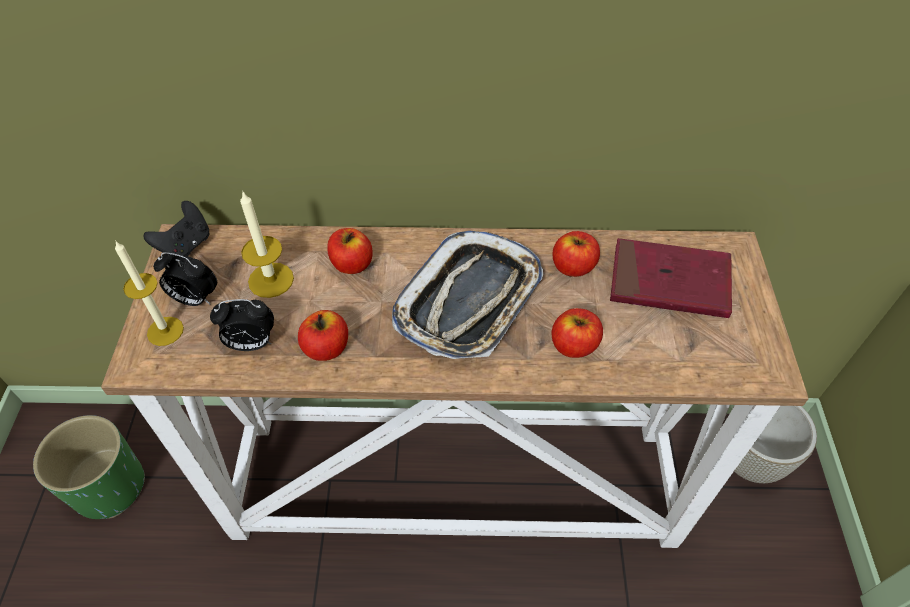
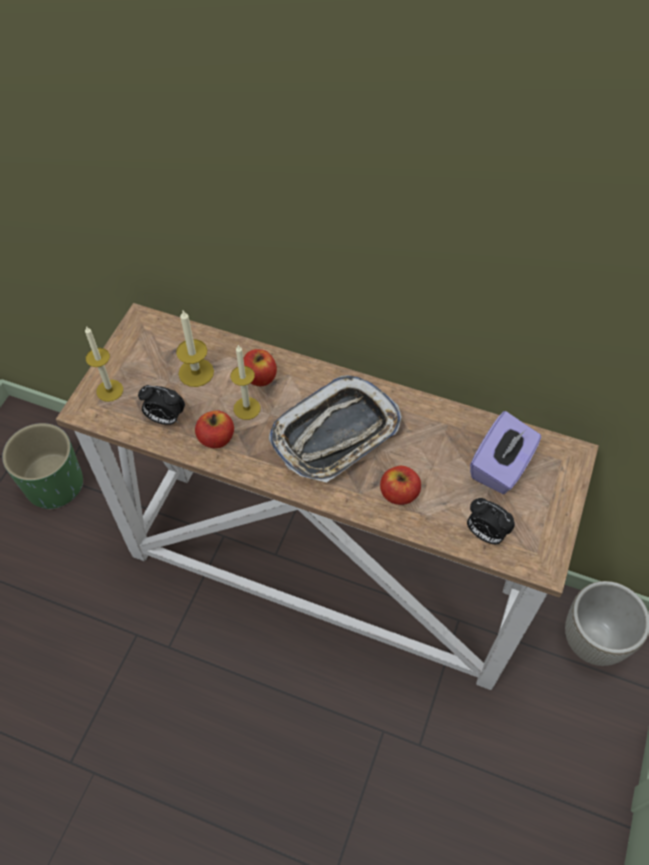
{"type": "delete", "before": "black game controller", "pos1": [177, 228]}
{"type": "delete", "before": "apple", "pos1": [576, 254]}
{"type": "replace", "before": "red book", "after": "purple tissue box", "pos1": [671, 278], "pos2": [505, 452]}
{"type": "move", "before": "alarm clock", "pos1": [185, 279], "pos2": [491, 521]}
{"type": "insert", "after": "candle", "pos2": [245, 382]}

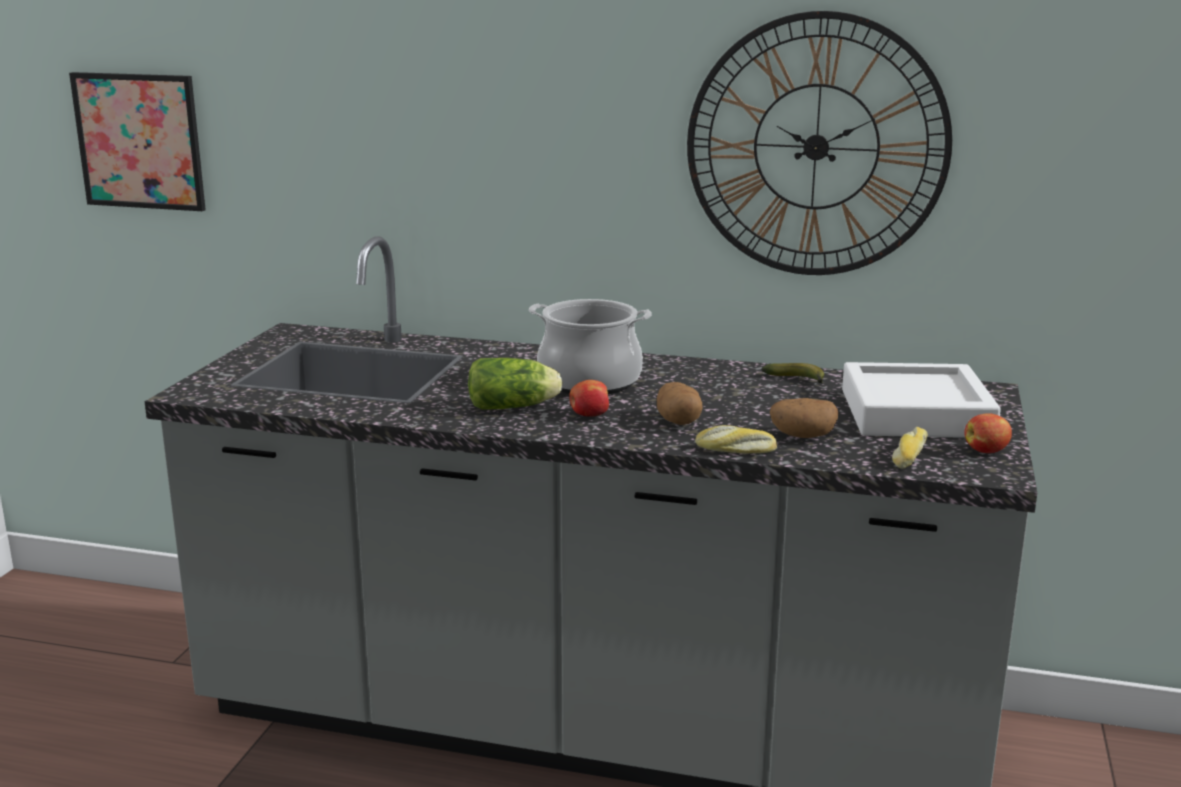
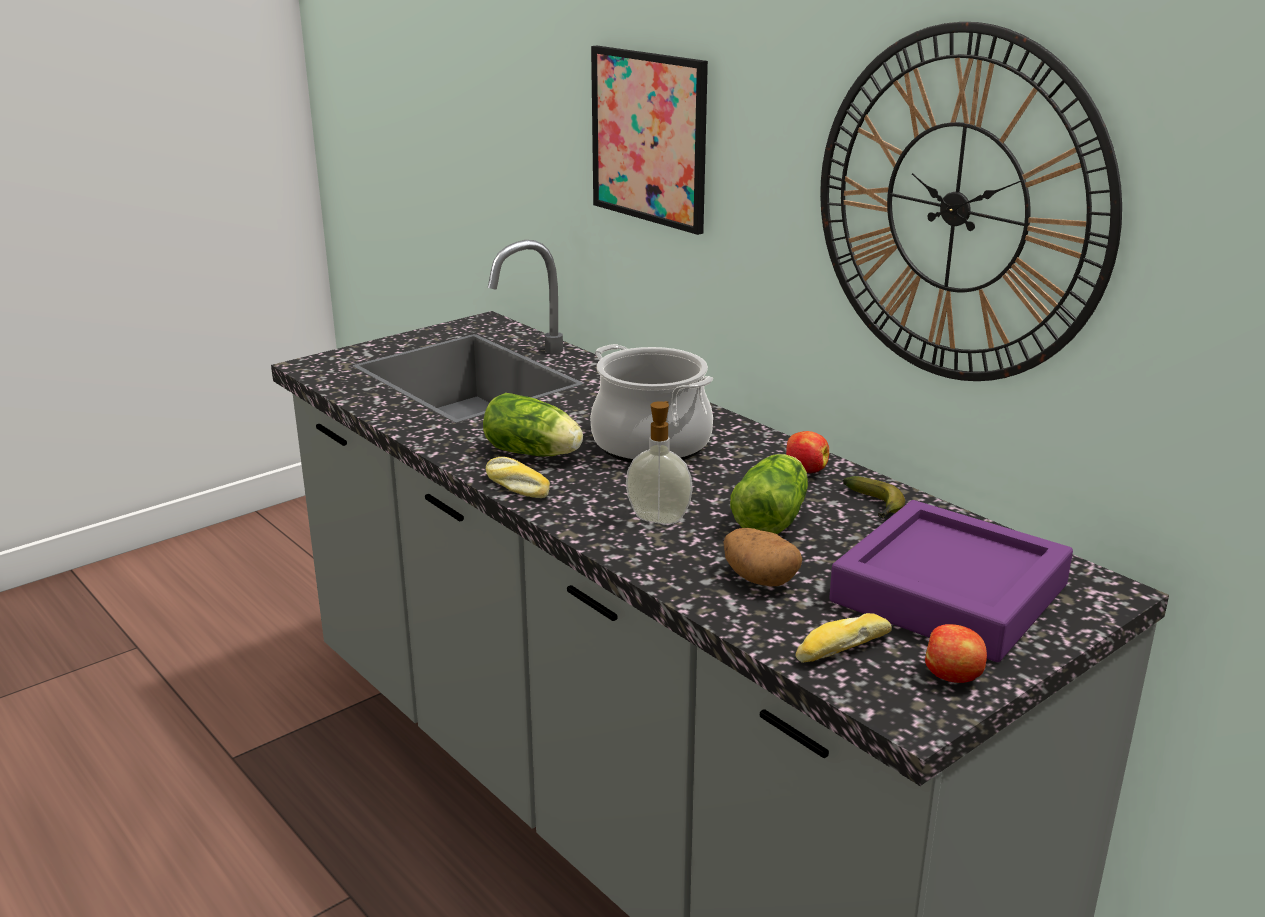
{"type": "move", "before": "picture", "pos1": [137, 141], "pos2": [649, 140]}
{"type": "recolor", "before": "white tray", "after": "purple tray", "pos1": [921, 400], "pos2": [951, 581]}
{"type": "move", "before": "apple", "pos1": [589, 398], "pos2": [807, 452]}
{"type": "replace", "before": "potato", "after": "soap dispenser", "pos1": [679, 403], "pos2": [659, 462]}
{"type": "move", "before": "bread", "pos1": [736, 439], "pos2": [518, 477]}
{"type": "insert", "after": "lettuce", "pos2": [769, 494]}

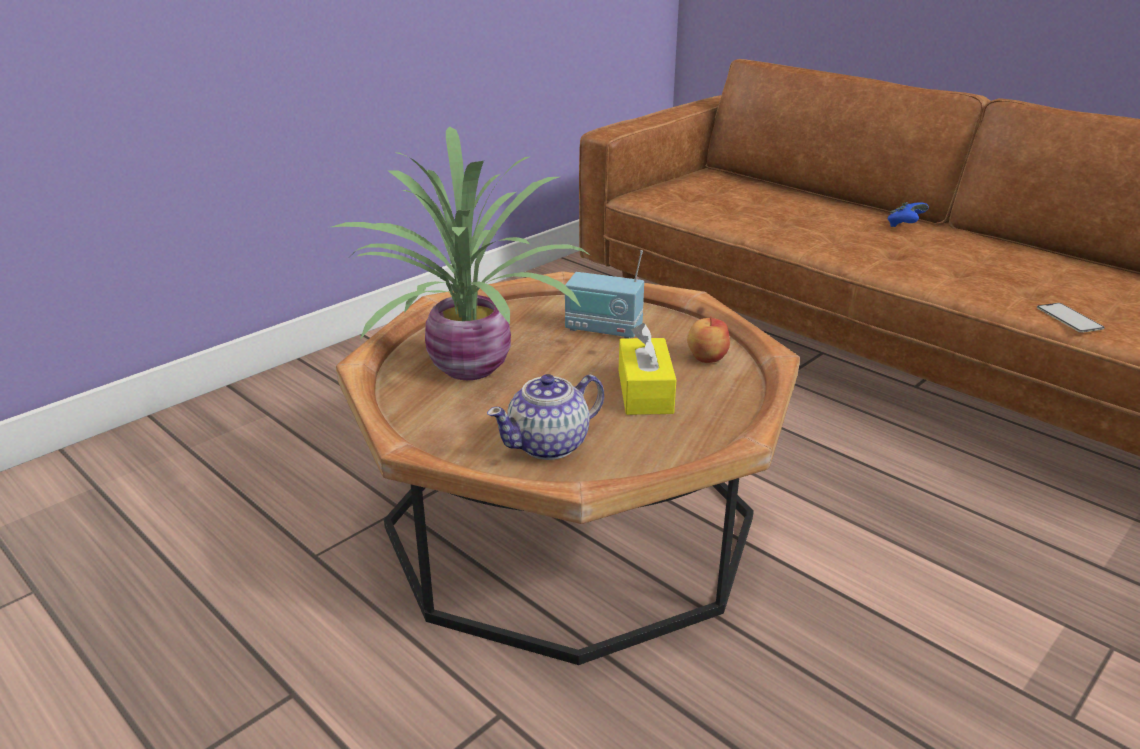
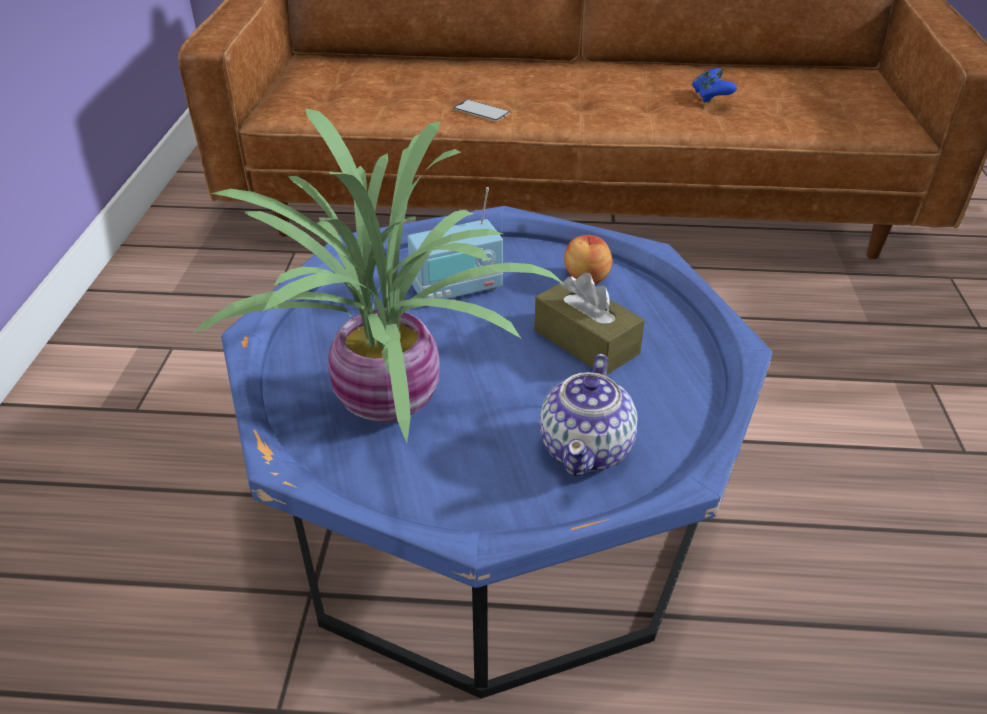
{"type": "move", "before": "blue game controller", "pos1": [908, 214], "pos2": [714, 85]}
{"type": "recolor", "before": "brown coffee table", "after": "blue coffee table", "pos1": [568, 468], "pos2": [497, 452]}
{"type": "move", "before": "phone", "pos1": [1071, 318], "pos2": [482, 110]}
{"type": "recolor", "before": "yellow tissue box", "after": "brown tissue box", "pos1": [647, 369], "pos2": [589, 323]}

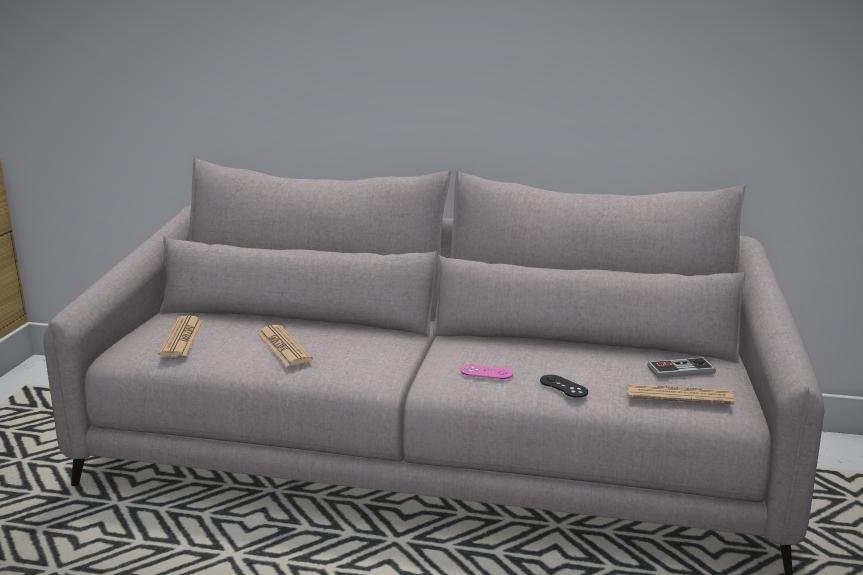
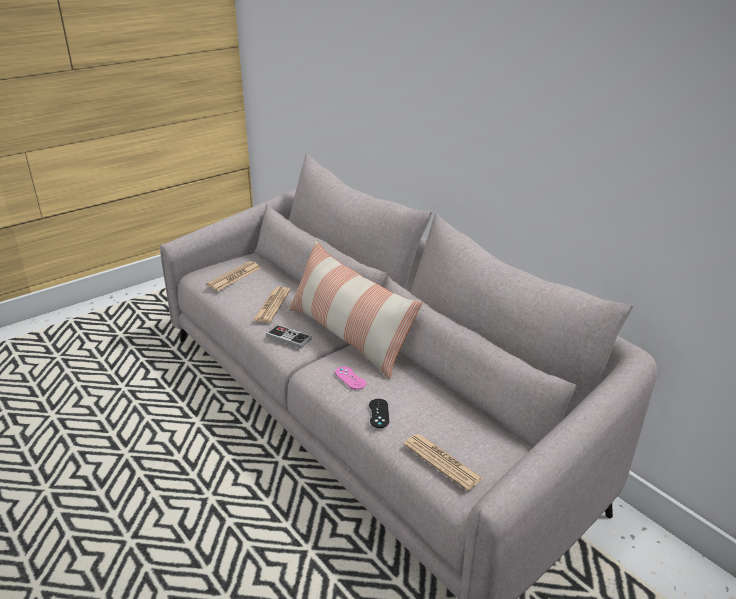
{"type": "move", "before": "game controller", "pos1": [681, 367], "pos2": [289, 336]}
{"type": "insert", "after": "pillow", "pos2": [355, 310]}

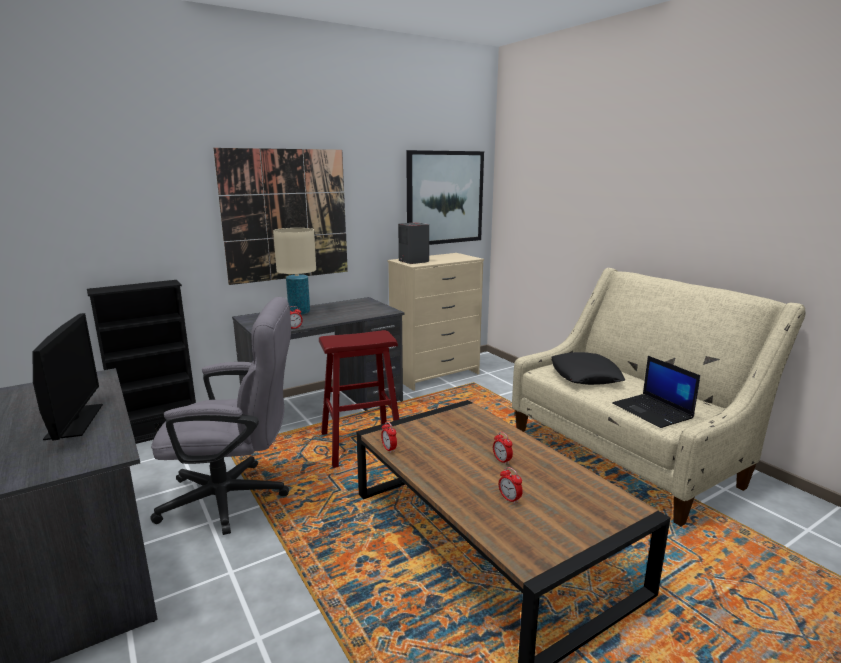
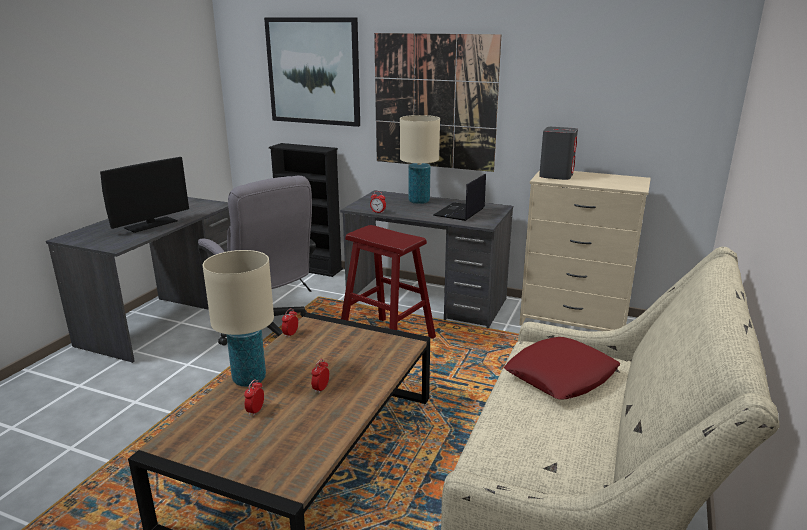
{"type": "move", "before": "picture", "pos1": [445, 197], "pos2": [312, 72]}
{"type": "recolor", "before": "black pillow", "after": "red pillow", "pos1": [588, 368], "pos2": [562, 368]}
{"type": "move", "before": "laptop", "pos1": [656, 392], "pos2": [459, 197]}
{"type": "insert", "after": "beige table lamp", "pos2": [238, 318]}

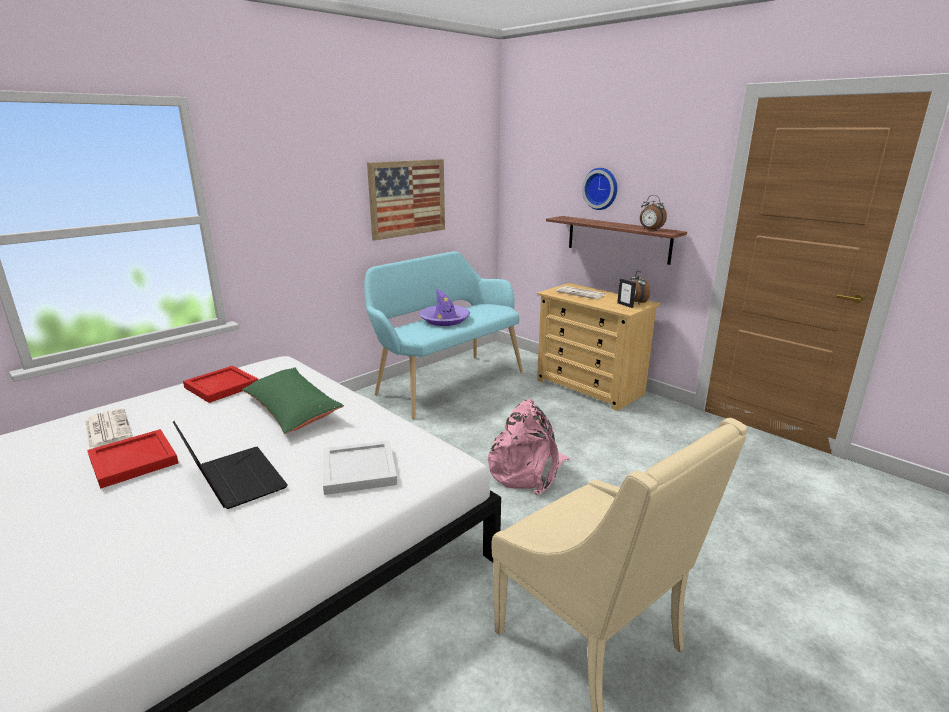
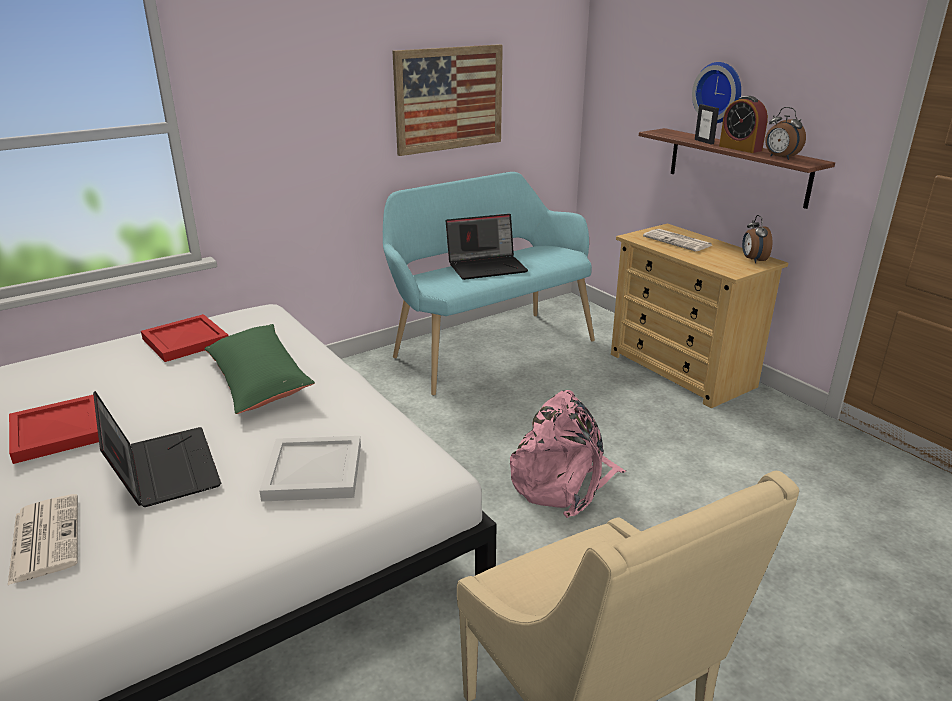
{"type": "move", "before": "picture frame", "pos1": [626, 293], "pos2": [707, 124]}
{"type": "replace", "before": "purple hat", "after": "laptop", "pos1": [444, 307], "pos2": [487, 247]}
{"type": "move", "before": "newspaper", "pos1": [109, 428], "pos2": [43, 539]}
{"type": "insert", "after": "alarm clock", "pos2": [743, 124]}

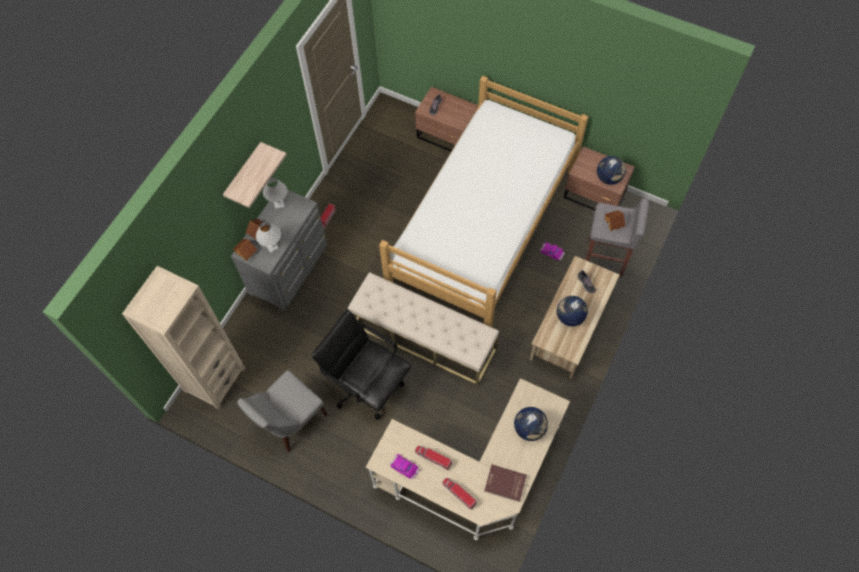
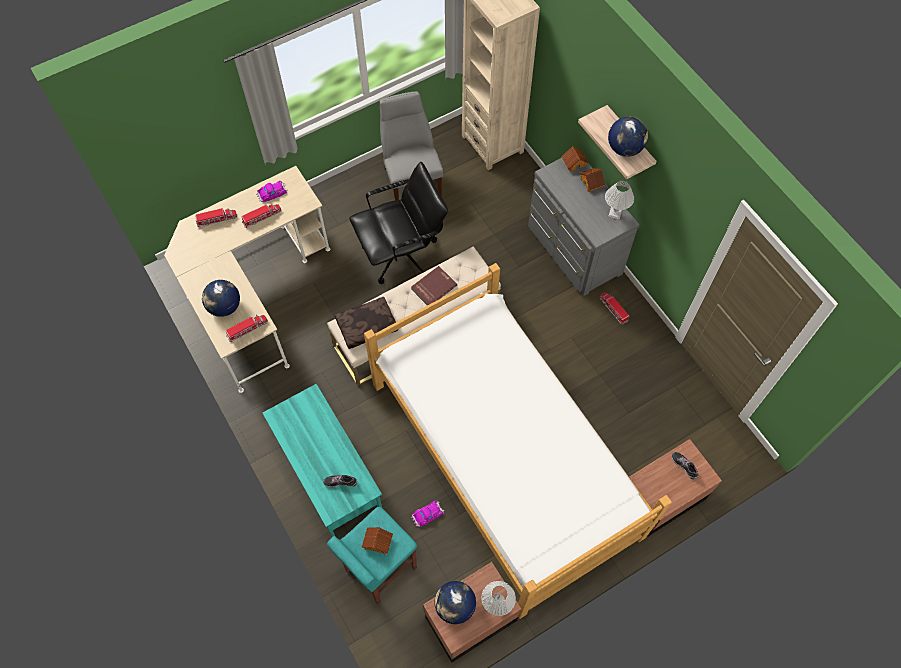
{"type": "recolor", "before": "grey stool", "after": "turquoise stool", "pos1": [617, 237], "pos2": [372, 556]}
{"type": "move", "before": "white table lamp", "pos1": [268, 237], "pos2": [499, 598]}
{"type": "recolor", "before": "beige coffee table", "after": "turquoise coffee table", "pos1": [574, 317], "pos2": [322, 460]}
{"type": "move", "before": "globe", "pos1": [572, 311], "pos2": [628, 137]}
{"type": "move", "before": "red book", "pos1": [505, 483], "pos2": [434, 286]}
{"type": "insert", "after": "brown pillow", "pos2": [367, 323]}
{"type": "insert", "after": "toy truck", "pos2": [246, 328]}

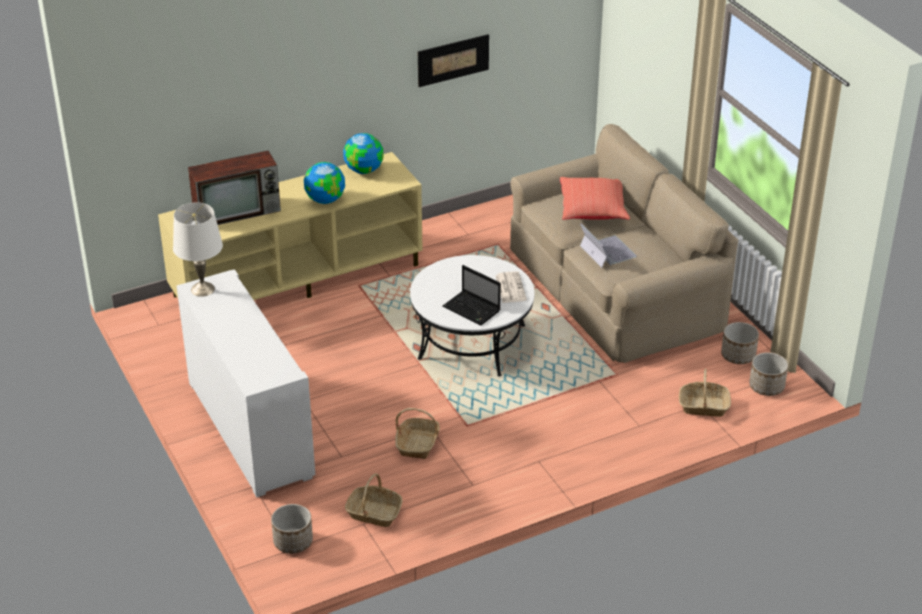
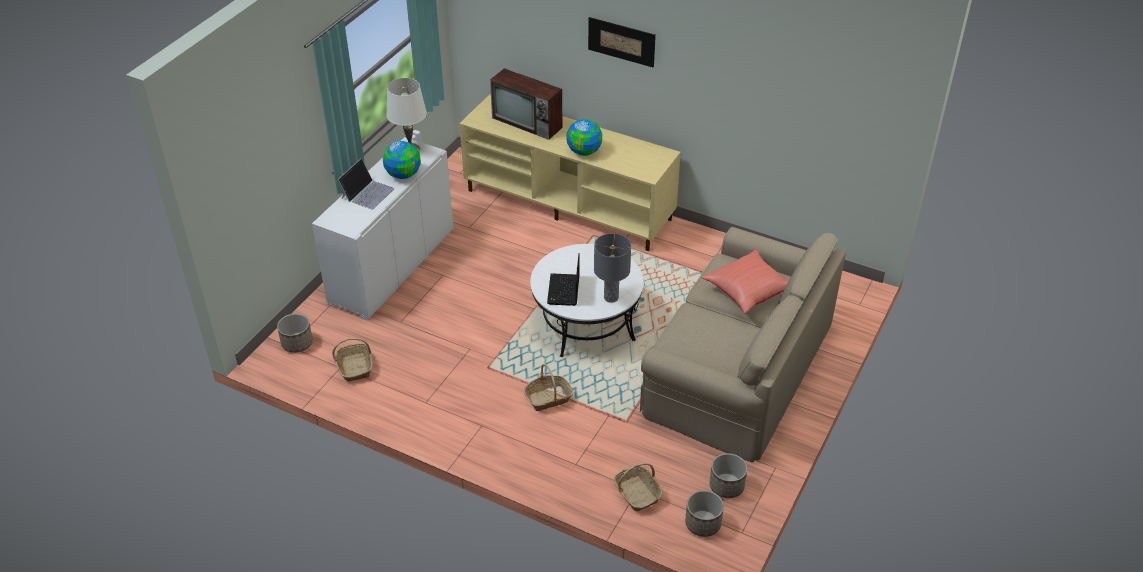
{"type": "move", "before": "picture", "pos1": [453, 60], "pos2": [622, 42]}
{"type": "move", "before": "globe", "pos1": [363, 153], "pos2": [402, 160]}
{"type": "move", "before": "laptop", "pos1": [608, 246], "pos2": [366, 184]}
{"type": "replace", "before": "newspaper", "after": "grey table lamp", "pos1": [511, 287], "pos2": [612, 268]}
{"type": "move", "before": "basket", "pos1": [417, 433], "pos2": [549, 387]}

